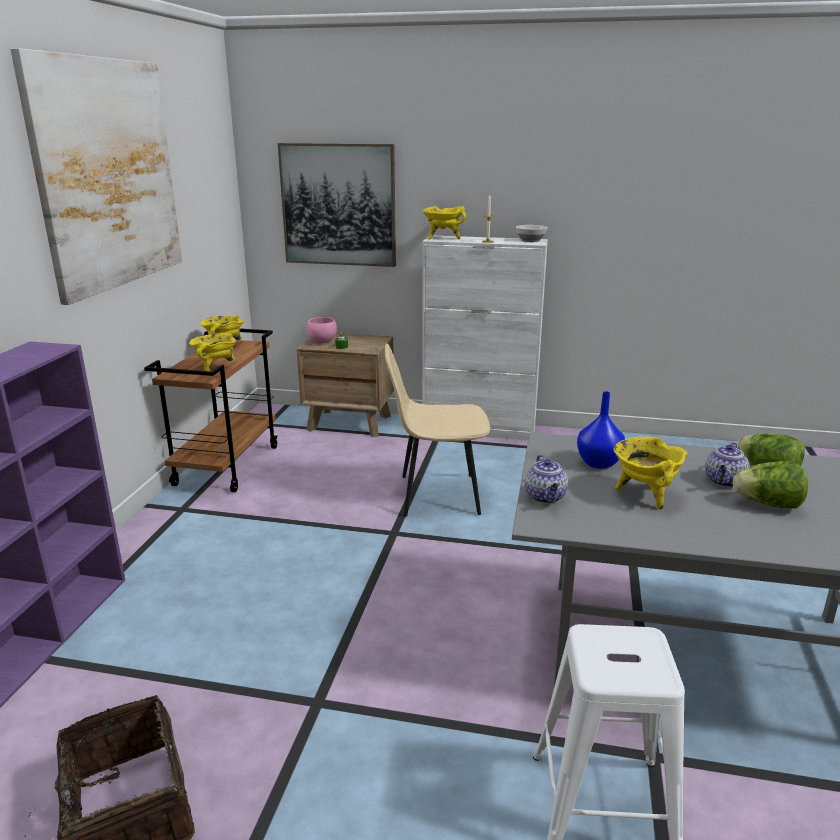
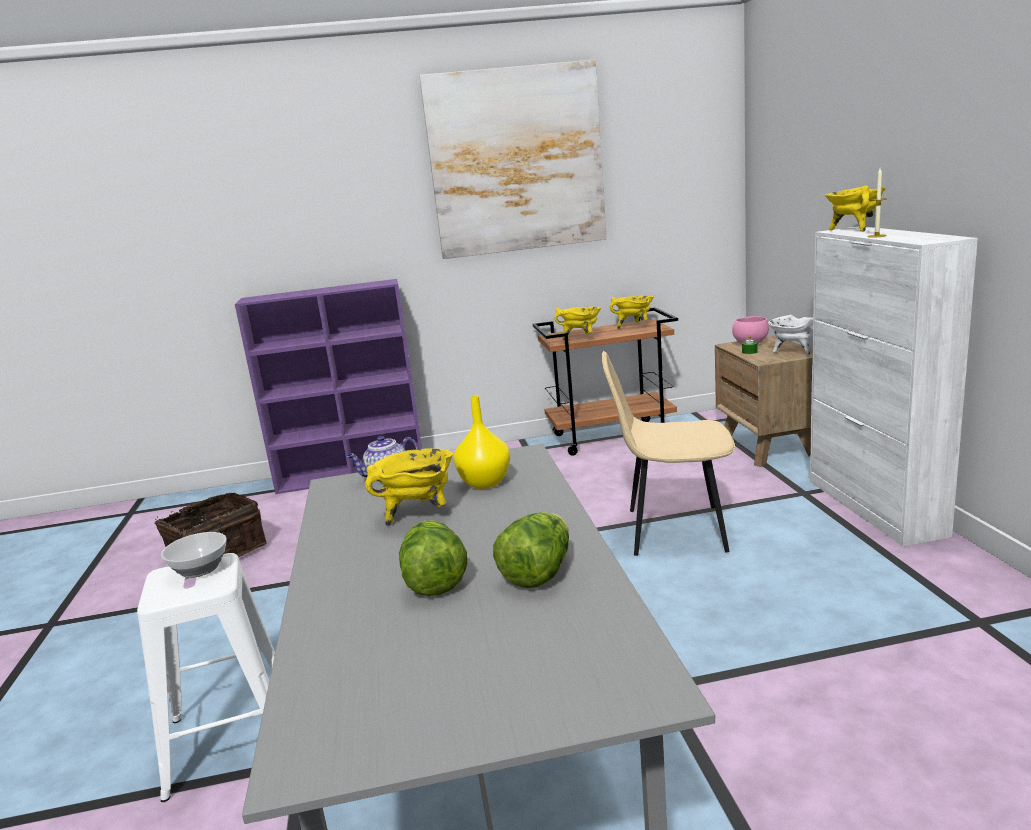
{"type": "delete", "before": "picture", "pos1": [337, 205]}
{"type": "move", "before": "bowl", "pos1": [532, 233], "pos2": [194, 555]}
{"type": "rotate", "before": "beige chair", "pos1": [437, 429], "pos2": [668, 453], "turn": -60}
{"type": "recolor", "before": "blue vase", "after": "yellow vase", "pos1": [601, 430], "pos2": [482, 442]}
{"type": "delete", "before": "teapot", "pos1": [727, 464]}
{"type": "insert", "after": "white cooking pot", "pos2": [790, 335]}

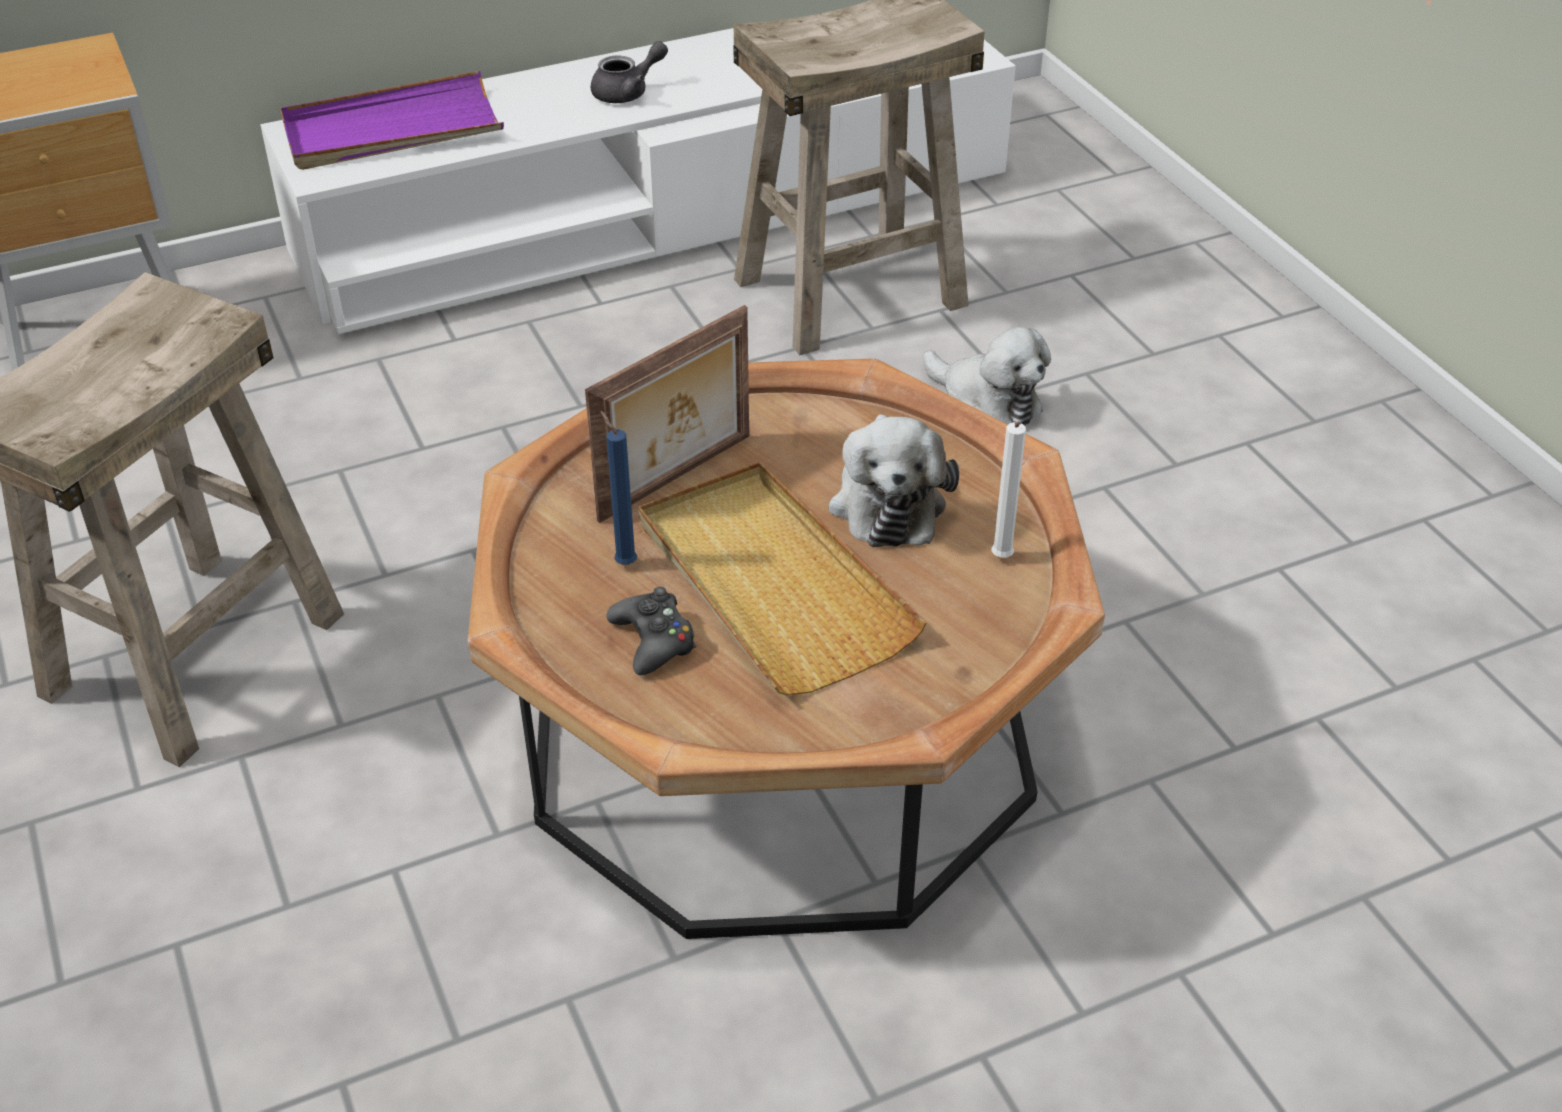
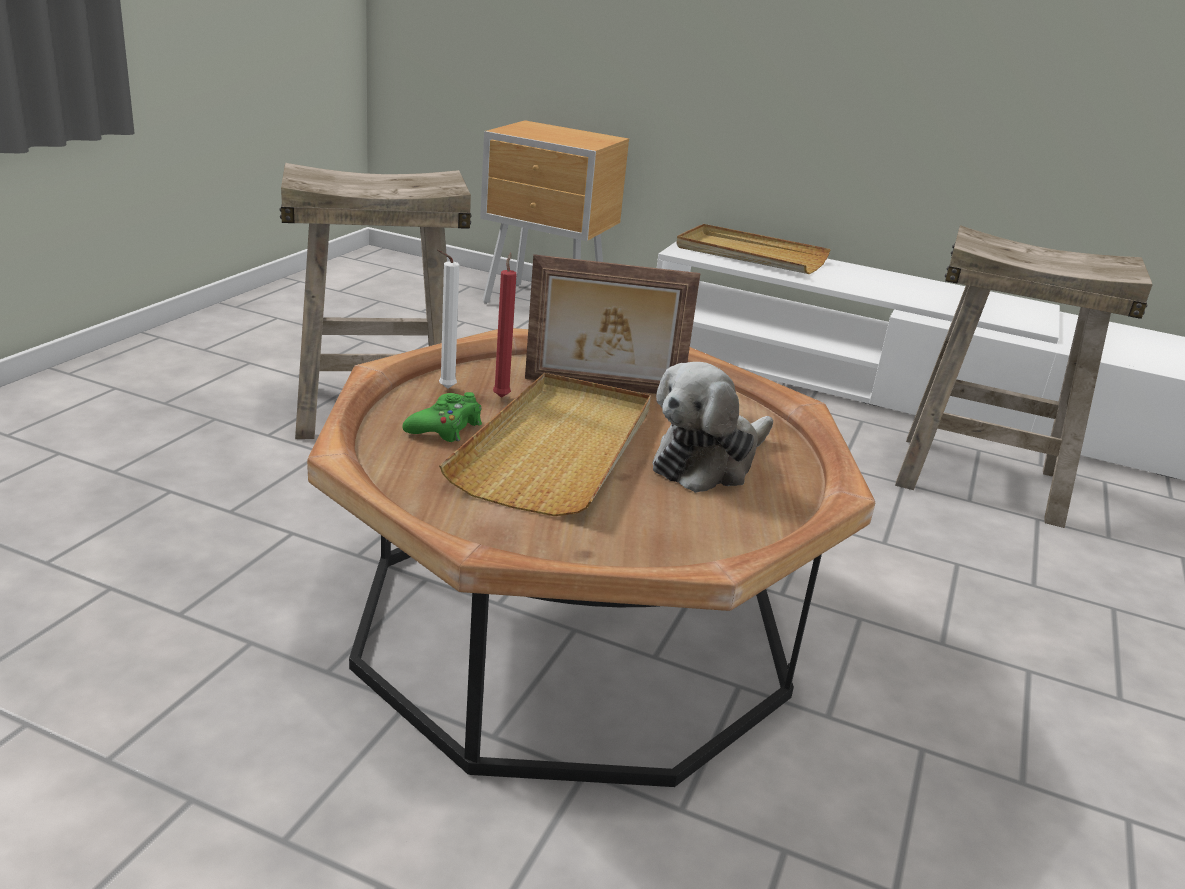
{"type": "delete", "before": "grey teapot", "pos1": [629, 72]}
{"type": "recolor", "before": "purple tray", "after": "beige tray", "pos1": [392, 120], "pos2": [753, 249]}
{"type": "delete", "before": "plush toy", "pos1": [987, 376]}
{"type": "recolor", "before": "blue candle", "after": "red candle", "pos1": [618, 488], "pos2": [504, 325]}
{"type": "move", "before": "white candle", "pos1": [1008, 490], "pos2": [448, 319]}
{"type": "recolor", "before": "black game controller", "after": "green game controller", "pos1": [652, 631], "pos2": [442, 417]}

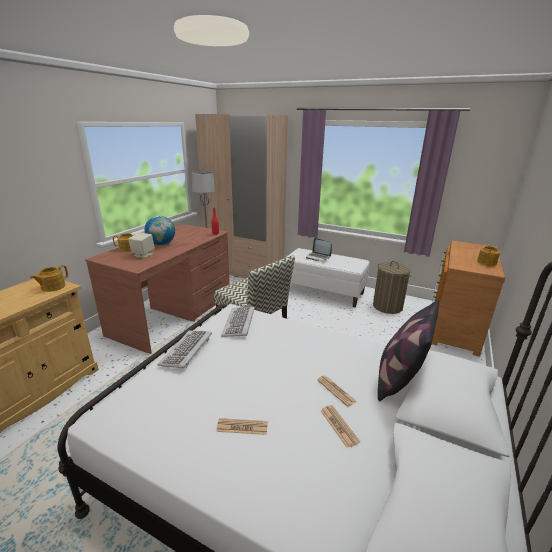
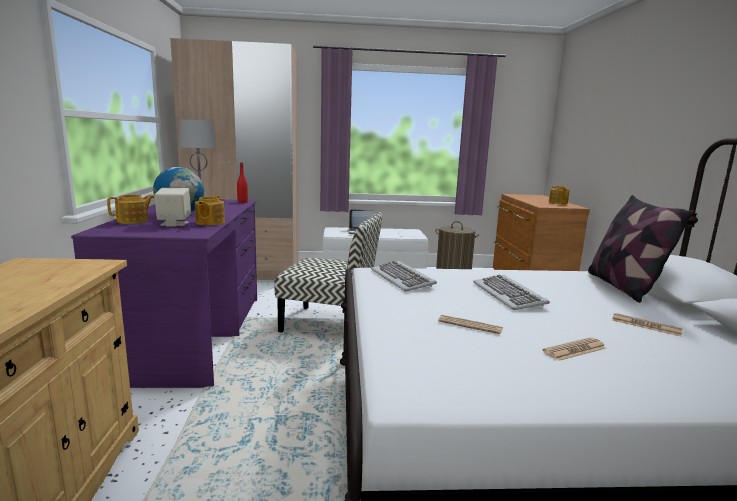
{"type": "recolor", "before": "brown desk", "after": "purple desk", "pos1": [157, 289], "pos2": [164, 293]}
{"type": "move", "before": "teapot", "pos1": [49, 278], "pos2": [210, 210]}
{"type": "move", "before": "keyboard", "pos1": [185, 349], "pos2": [511, 292]}
{"type": "move", "before": "newspaper", "pos1": [337, 391], "pos2": [470, 324]}

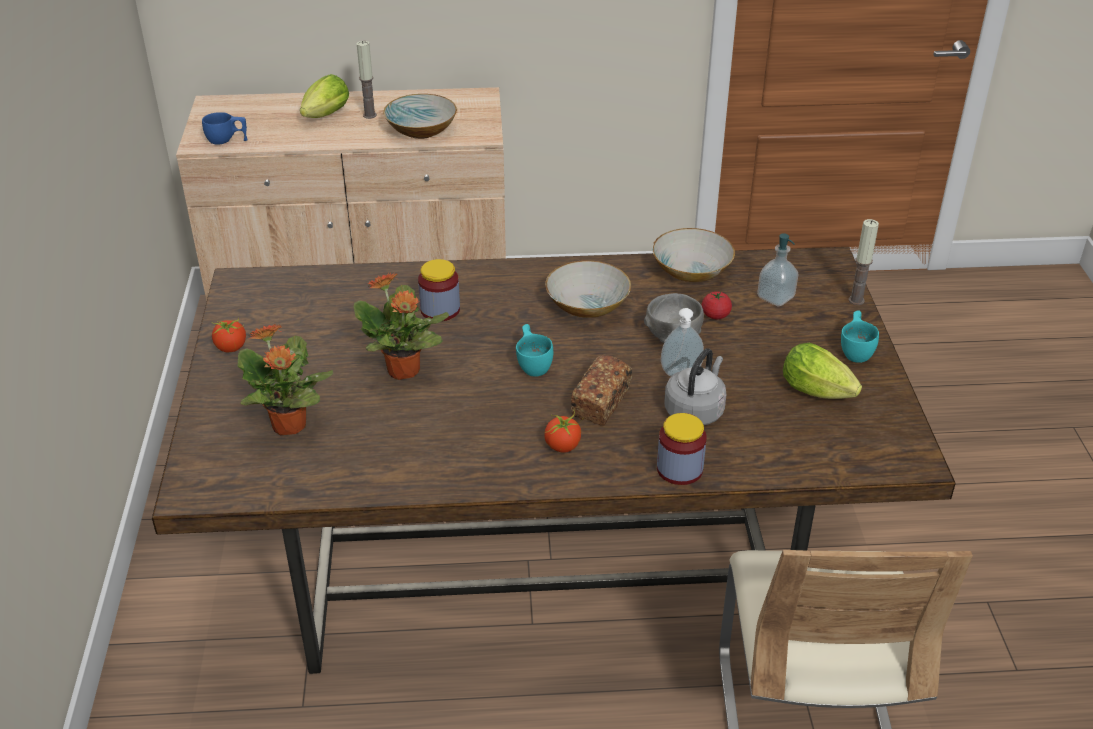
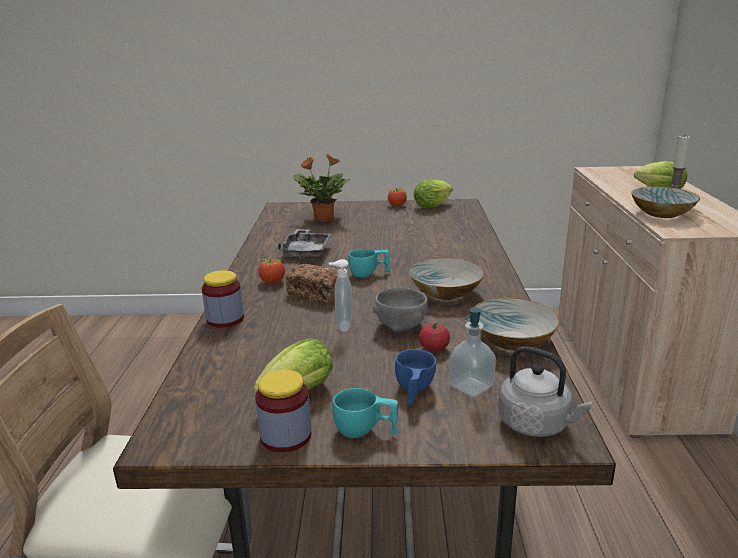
{"type": "move", "before": "blue cup", "pos1": [224, 128], "pos2": [415, 377]}
{"type": "delete", "before": "candle", "pos1": [864, 262]}
{"type": "move", "before": "jar", "pos1": [439, 290], "pos2": [283, 410]}
{"type": "delete", "before": "potted plant", "pos1": [401, 326]}
{"type": "move", "before": "grey kettle", "pos1": [695, 386], "pos2": [545, 391]}
{"type": "insert", "after": "lettuce", "pos2": [433, 193]}
{"type": "insert", "after": "grey tray", "pos2": [304, 244]}

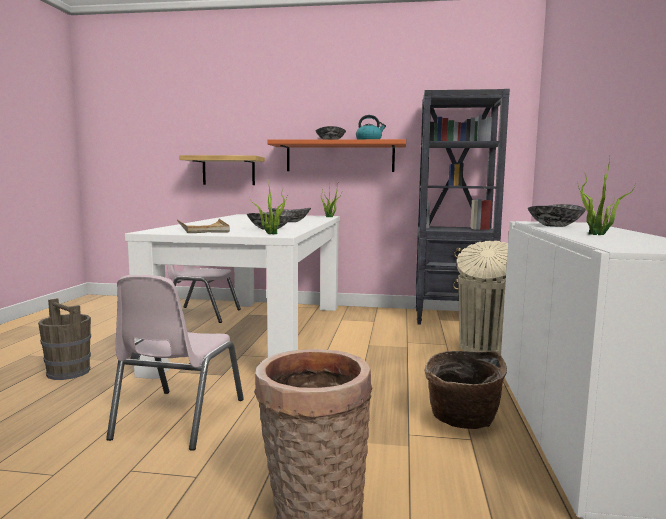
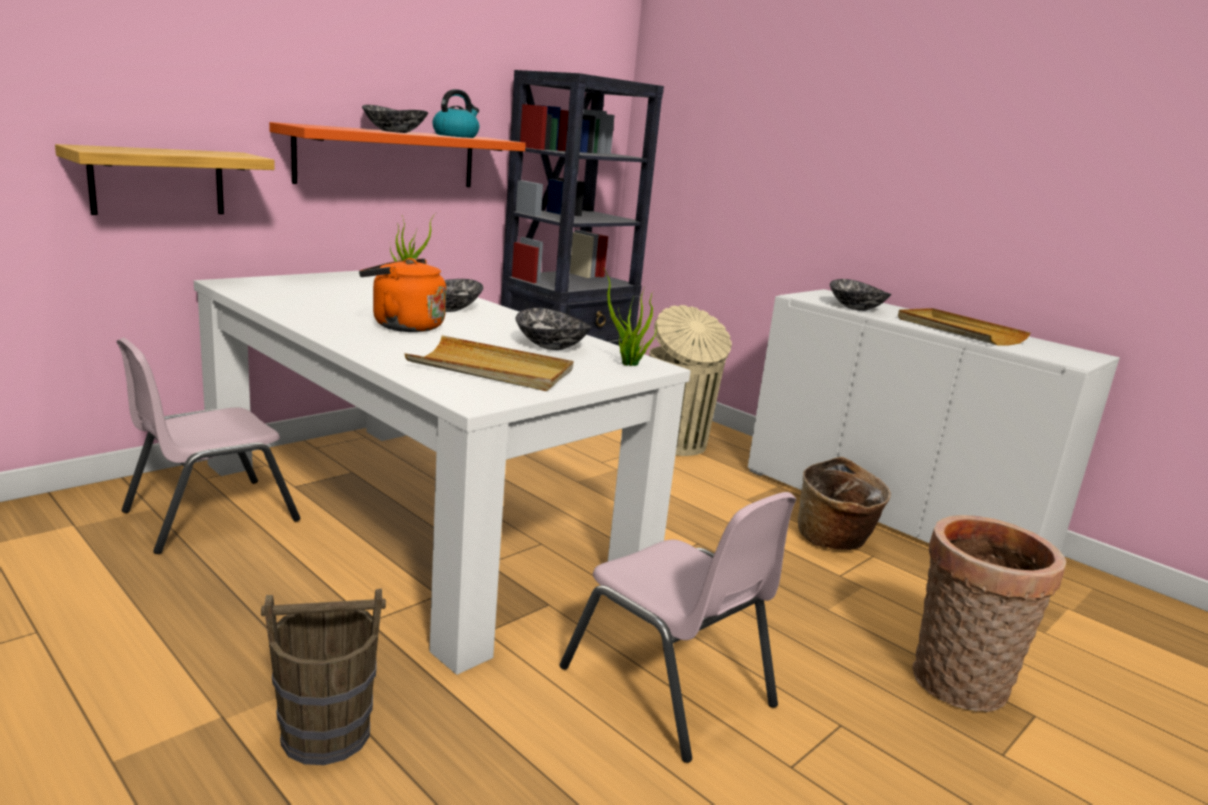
{"type": "replace", "before": "potted plant", "after": "beige tray", "pos1": [607, 197], "pos2": [964, 327]}
{"type": "insert", "after": "orange kettle", "pos2": [402, 295]}

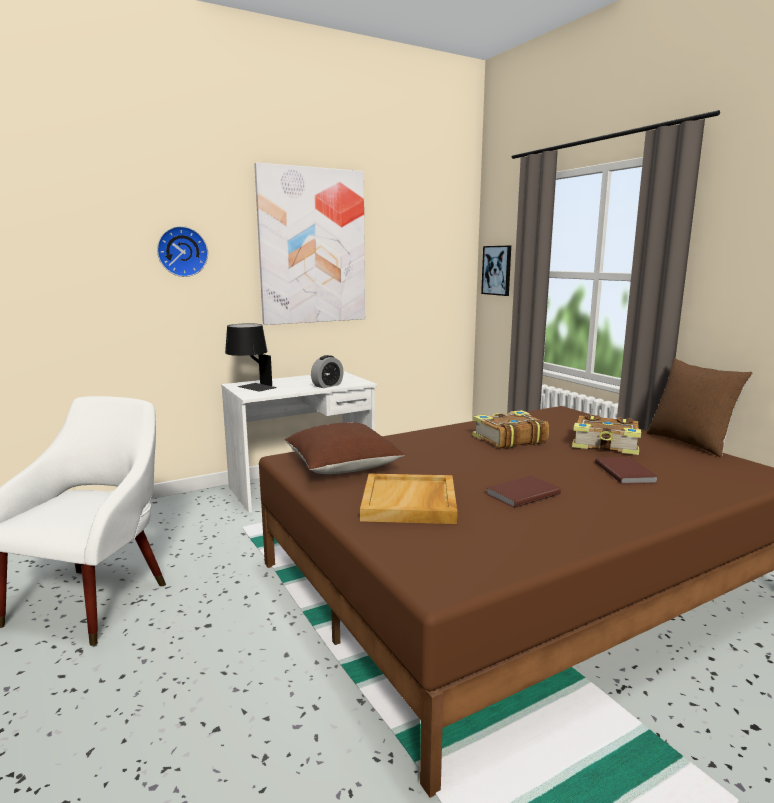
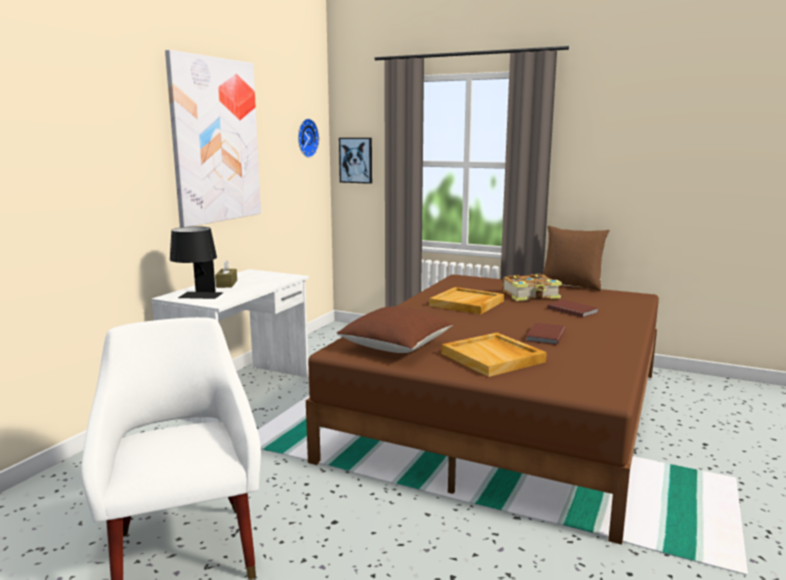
{"type": "move", "before": "wall clock", "pos1": [182, 251], "pos2": [308, 138]}
{"type": "delete", "before": "alarm clock", "pos1": [327, 371]}
{"type": "replace", "before": "book", "after": "beige tray", "pos1": [510, 429], "pos2": [466, 300]}
{"type": "insert", "after": "brown tissue box", "pos2": [226, 274]}

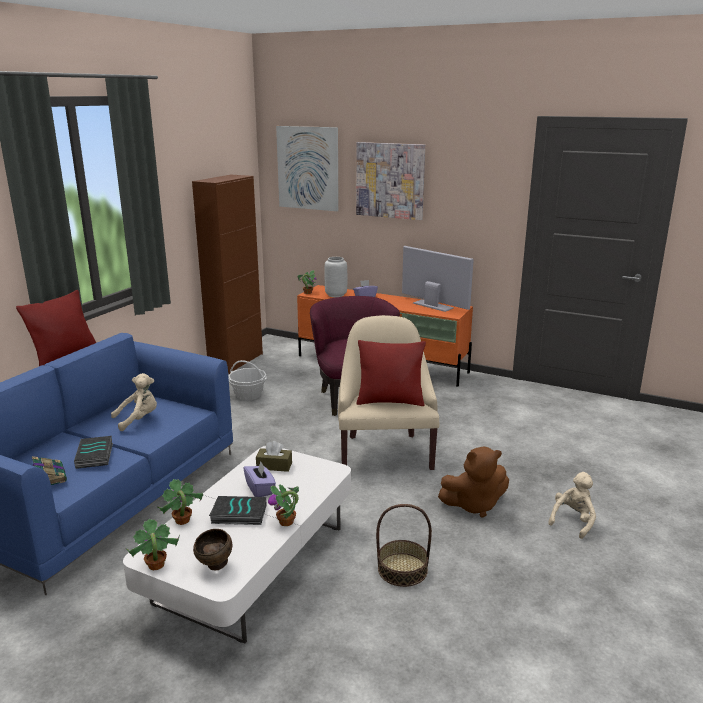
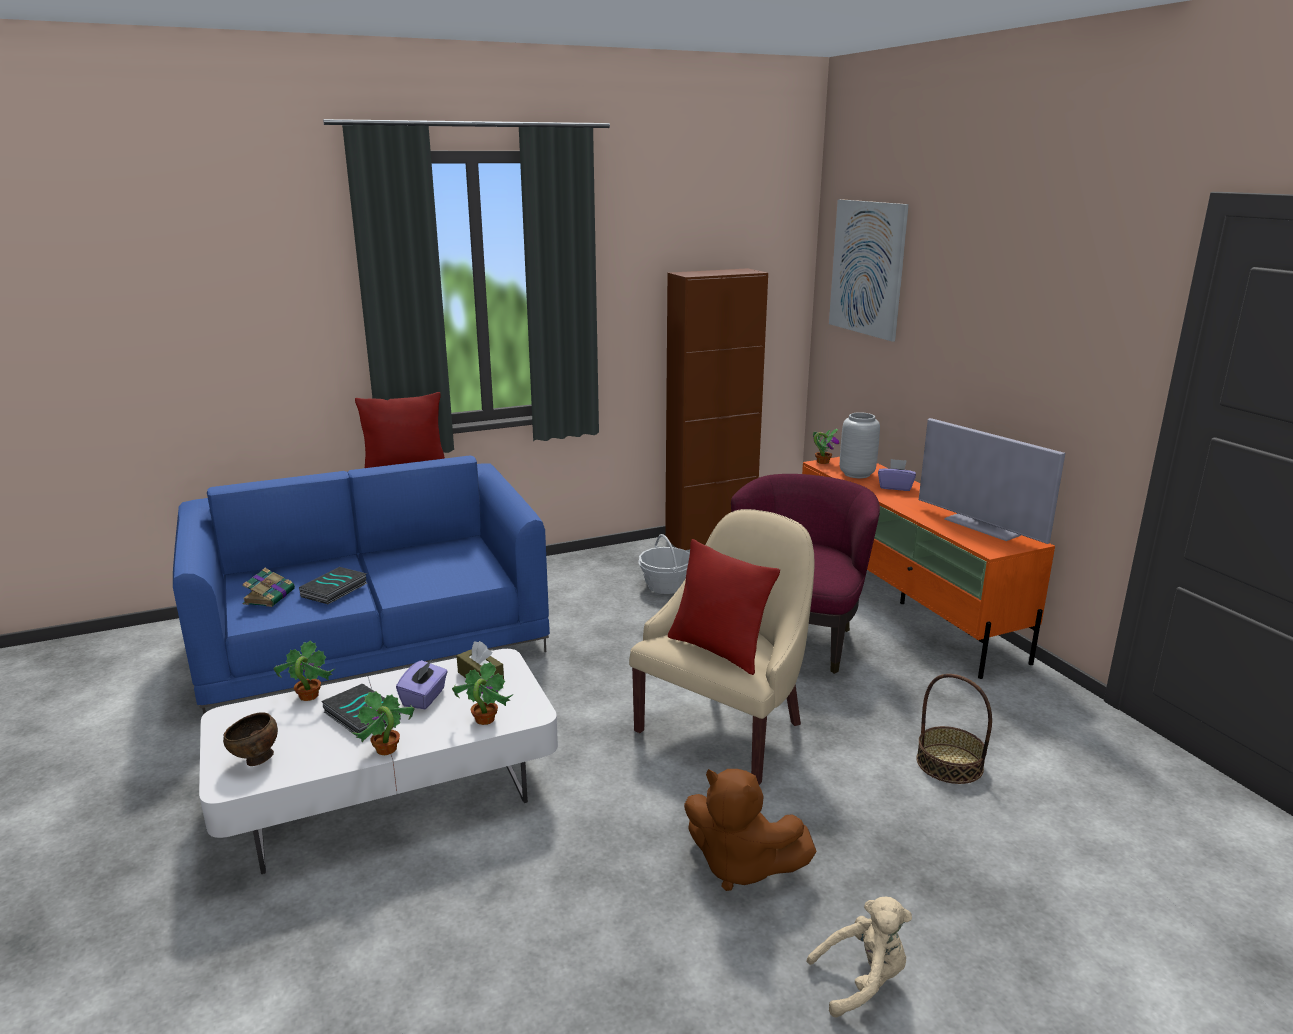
{"type": "delete", "before": "picture", "pos1": [390, 181]}
{"type": "rotate", "before": "television", "pos1": [438, 279], "pos2": [992, 481], "turn": 150}
{"type": "delete", "before": "beige plush toy", "pos1": [134, 402]}
{"type": "move", "before": "basket", "pos1": [404, 545], "pos2": [954, 729]}
{"type": "move", "before": "potted plant", "pos1": [153, 544], "pos2": [483, 693]}

